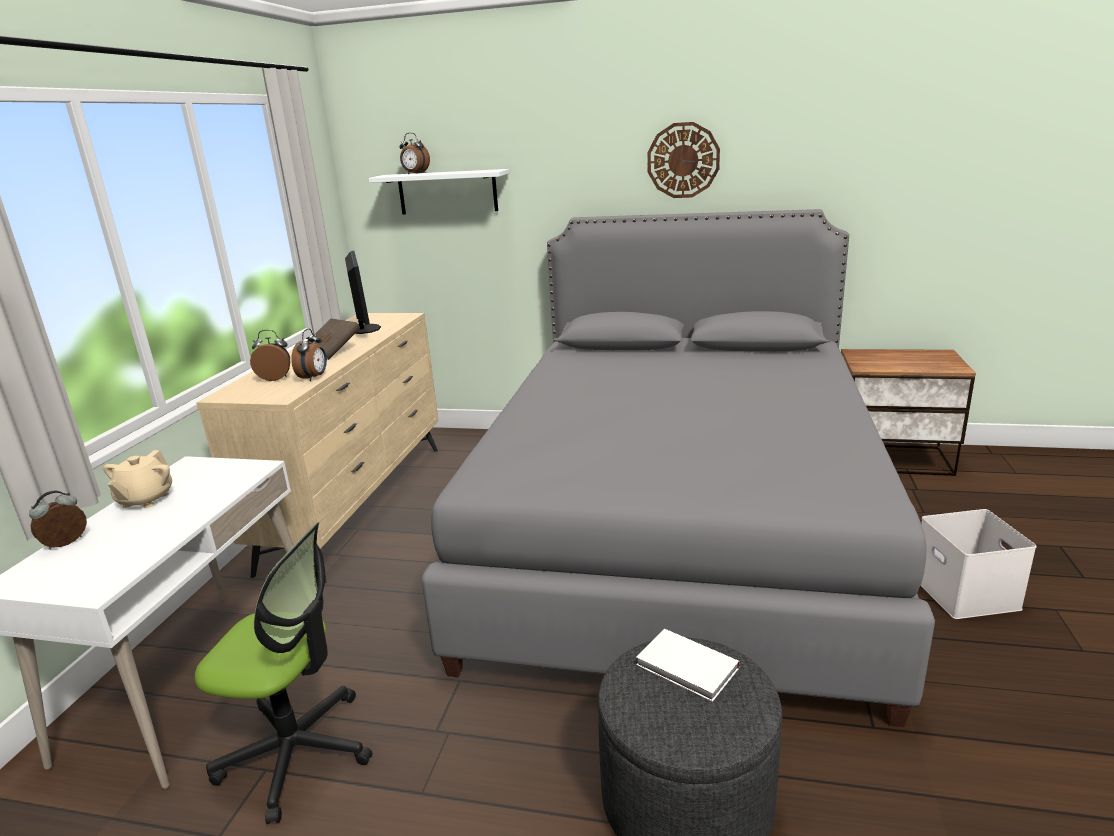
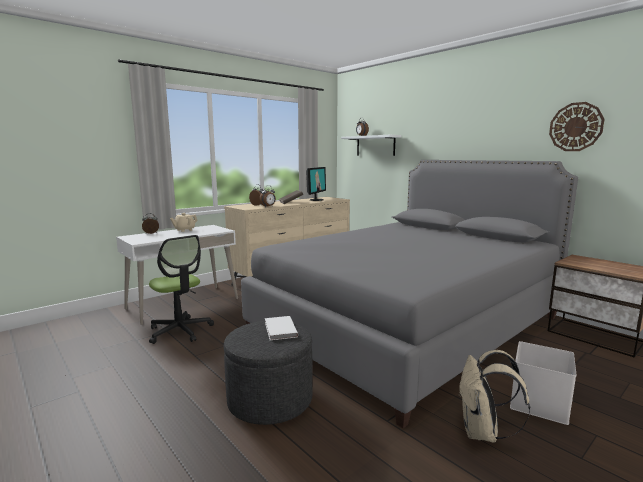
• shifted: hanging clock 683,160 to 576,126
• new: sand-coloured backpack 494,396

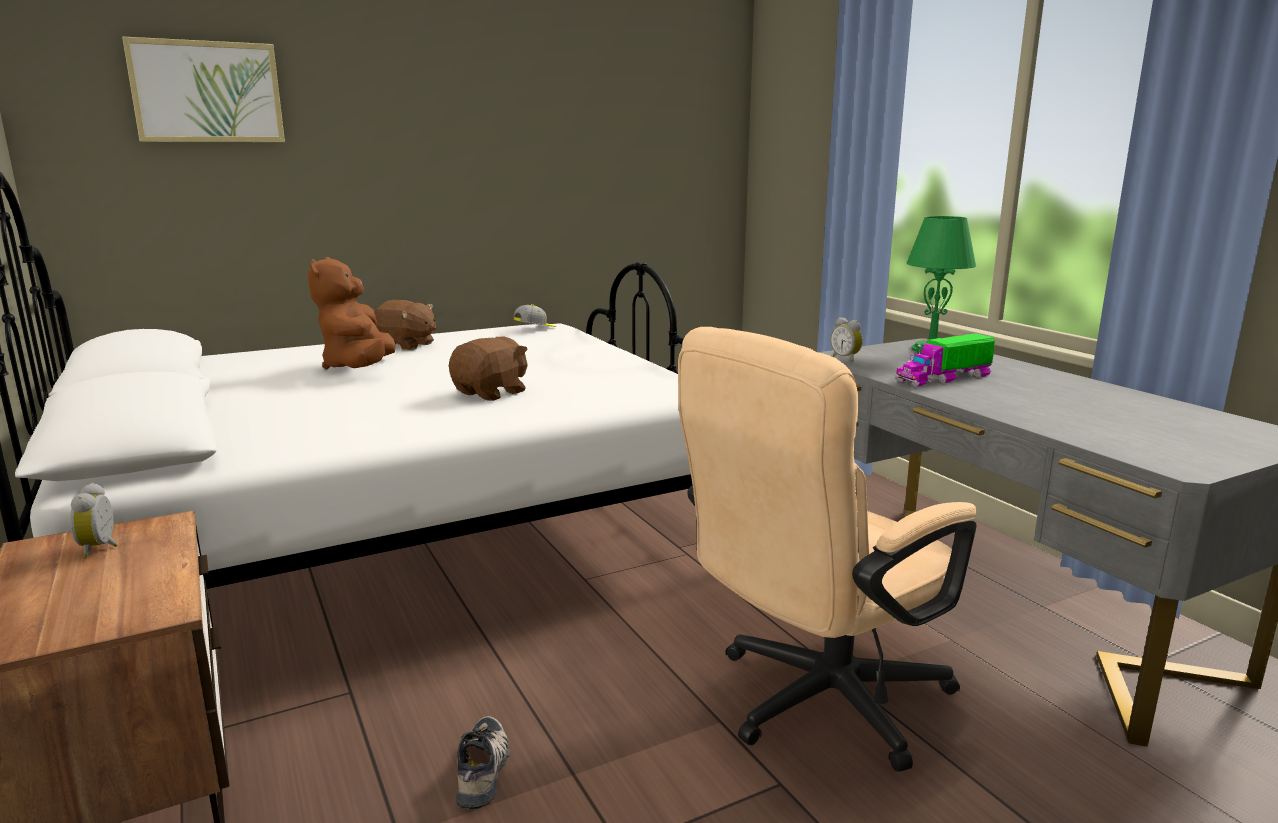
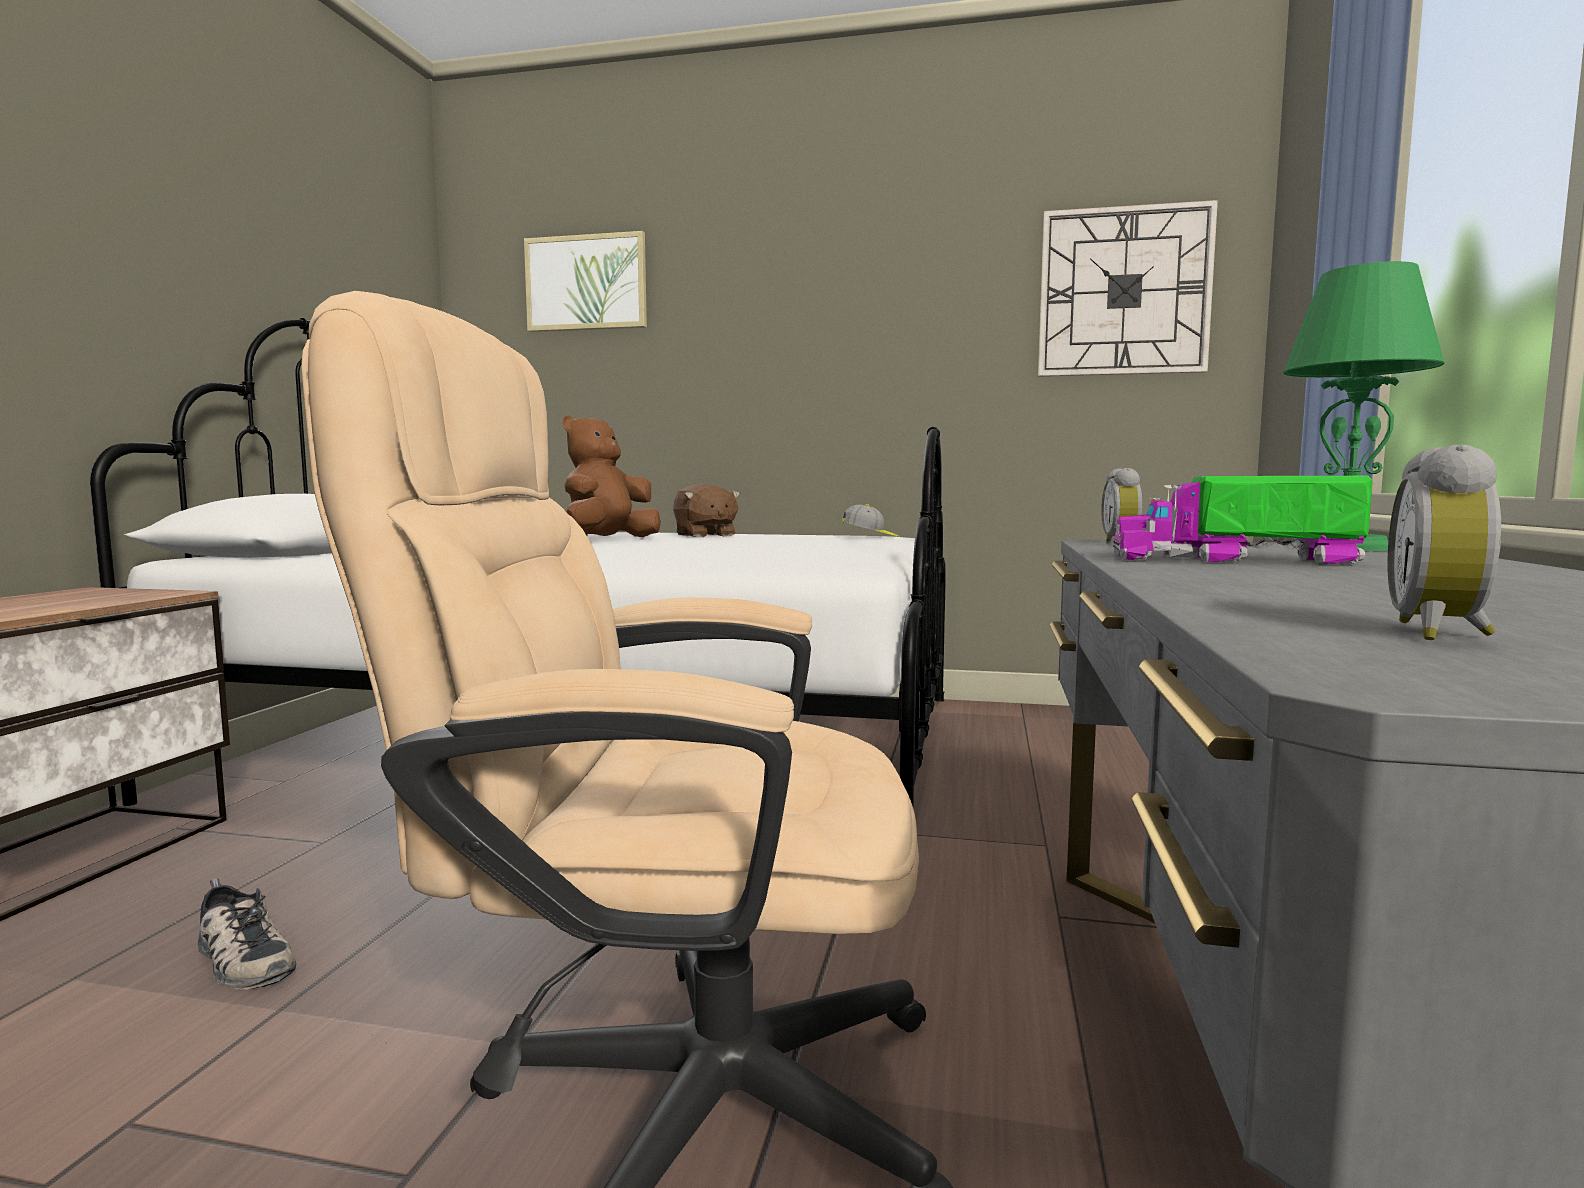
• gone: brownish soft toy 488,368
• shifted: bedside clock 94,520 to 1444,542
• rotated: item of footwear 483,763 = 247,934 90 degrees clockwise
• new: hanging clock 1128,288

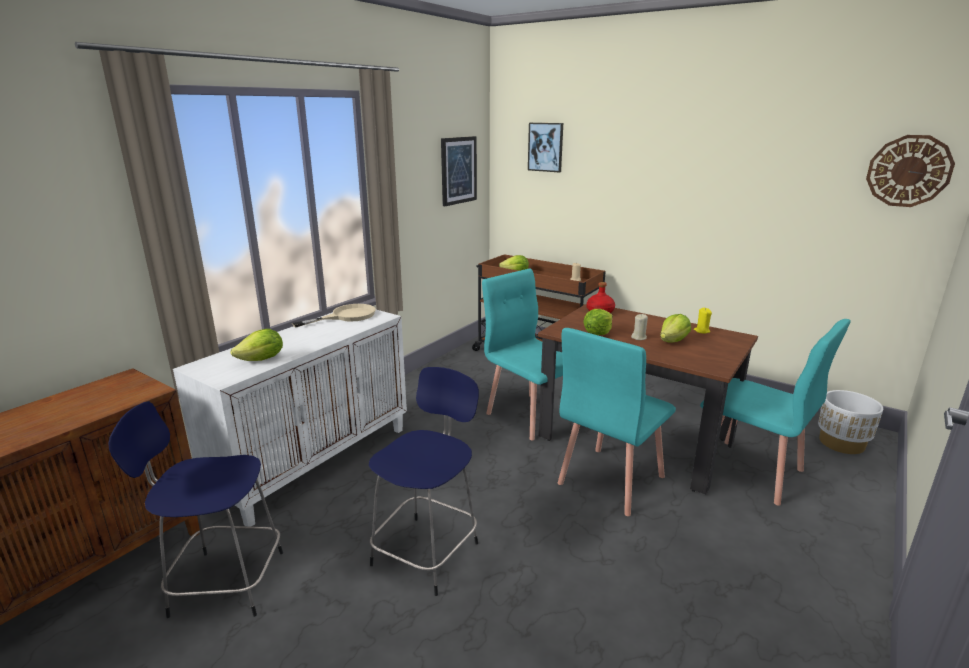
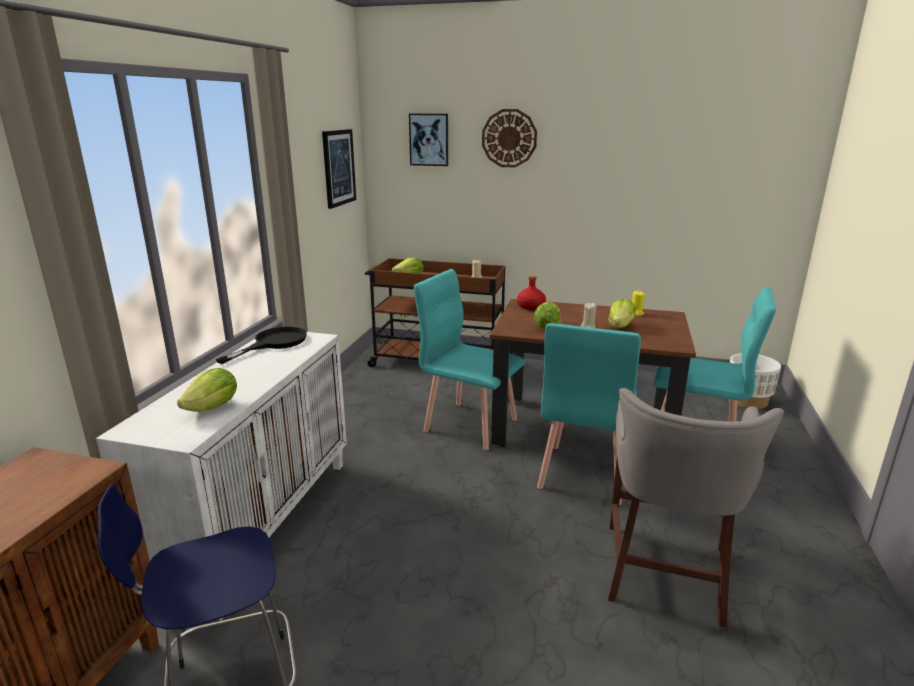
• shifted: hanging clock 910,171 to 509,138
• repainted: sand-coloured frying pan 334,316 to blackish frying pan 261,345
• gone: bluish sitting stool 424,481
• new: greyish sitting stool 696,507

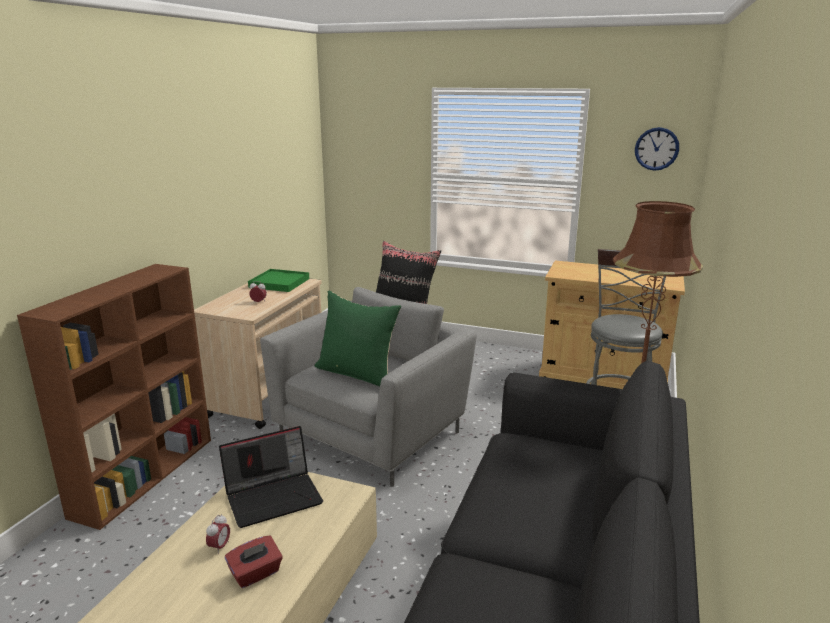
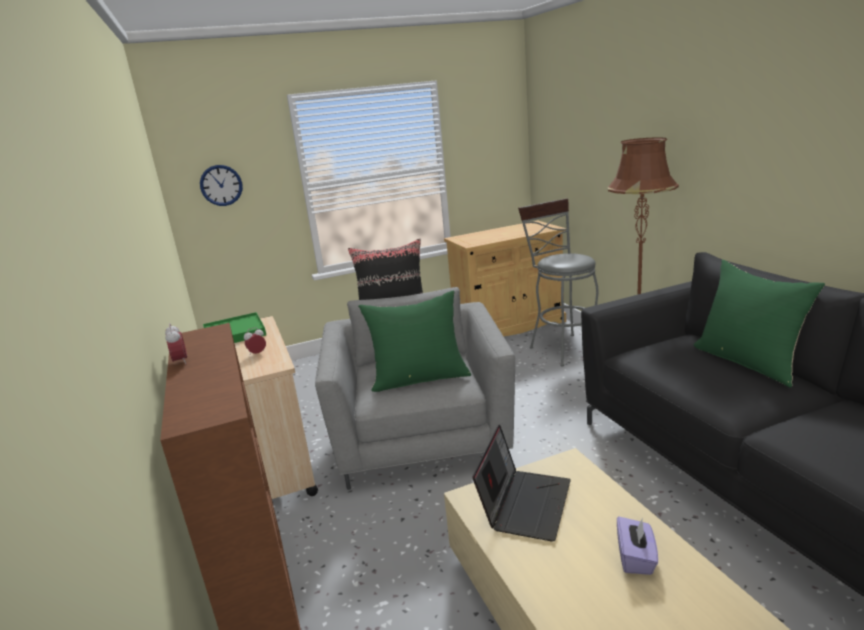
• shifted: hanging clock 657,149 to 221,185
• shifted: bedside clock 218,534 to 176,344
• repainted: red tissue box 254,562 to purple-coloured tissue box 637,545
• new: green pillow 759,323

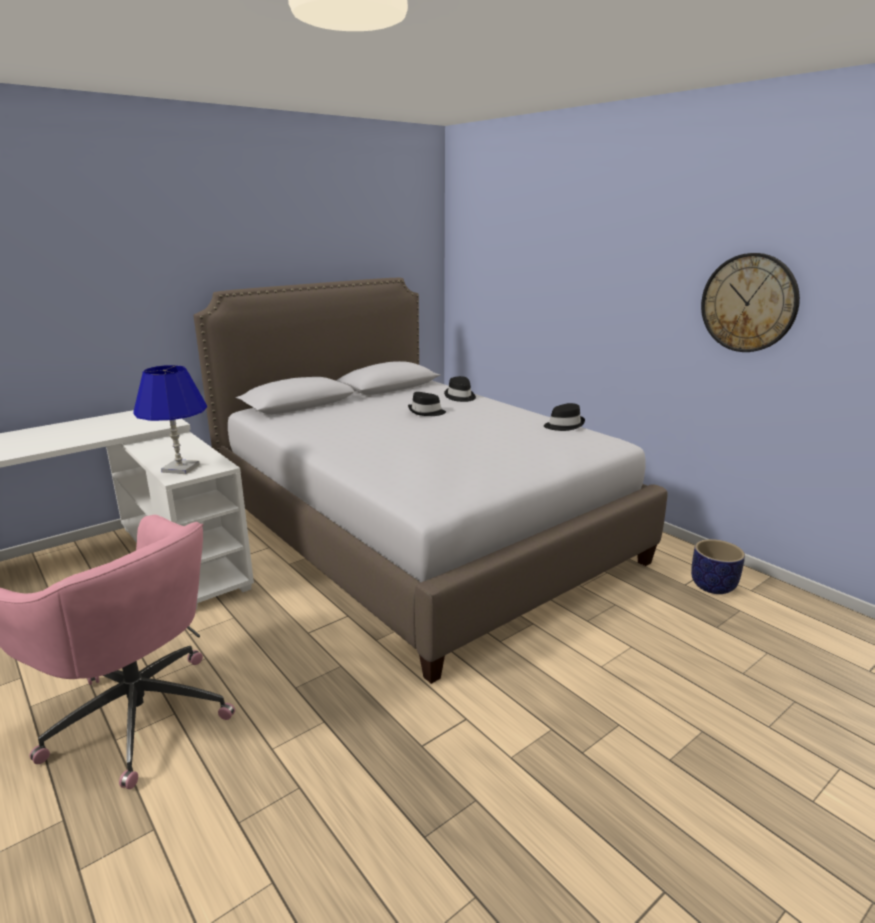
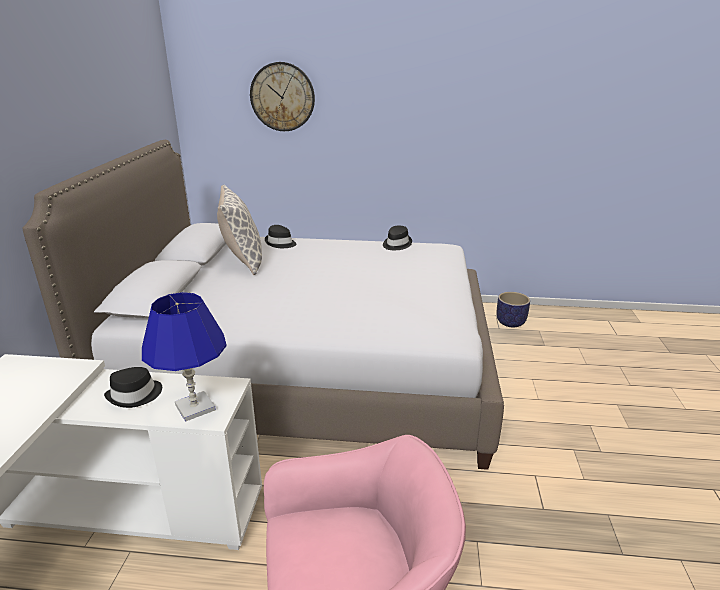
• shifted: hanging clock 750,302 to 282,96
• shifted: blackish hat 427,404 to 133,387
• new: pillow 239,230

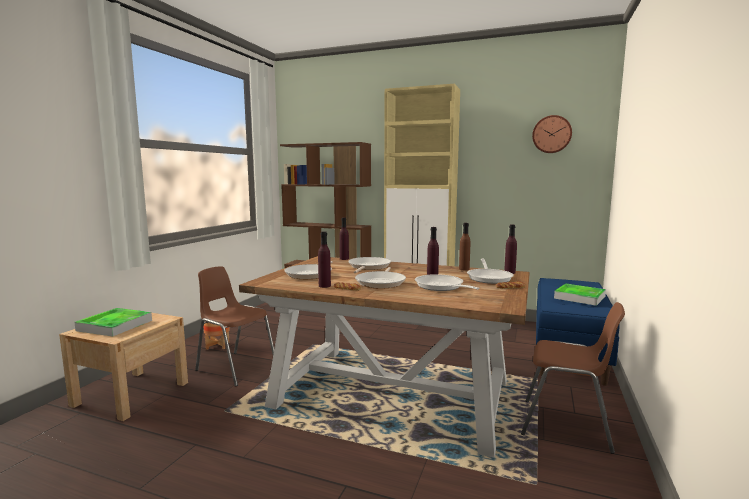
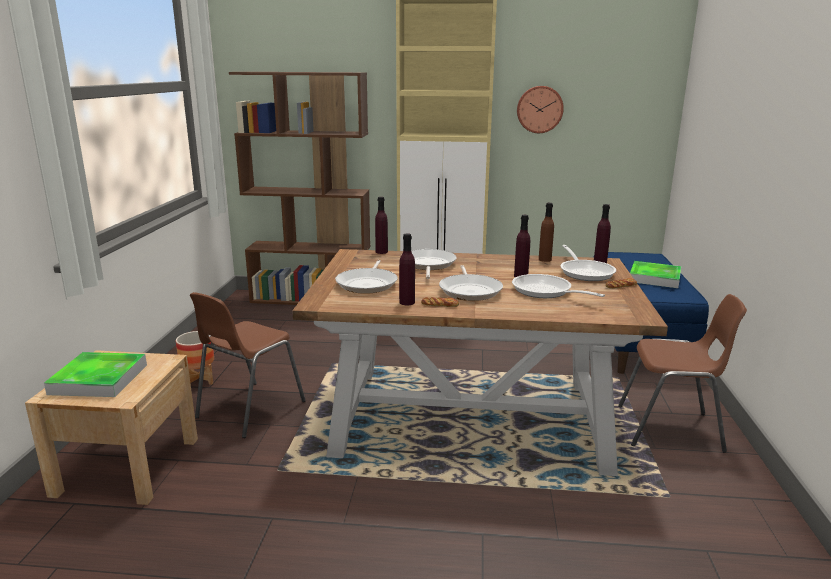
• shifted: hanging clock 552,134 to 540,109
• rotated: brownish upright chair 234,327 = 248,365 75 degrees counterclockwise

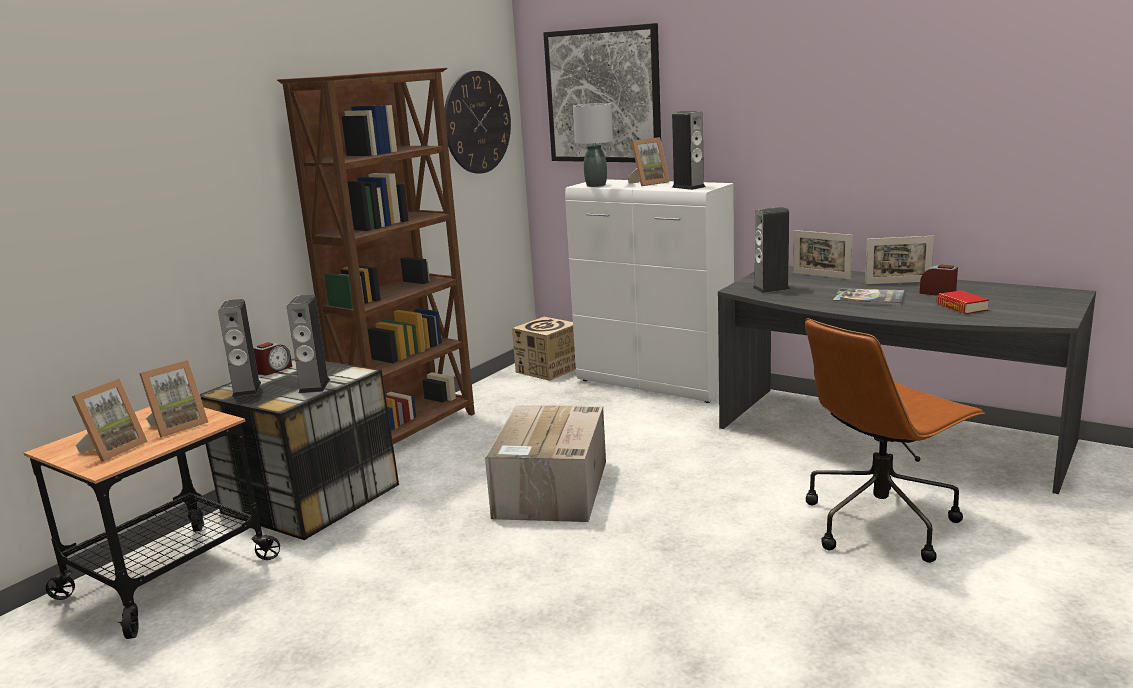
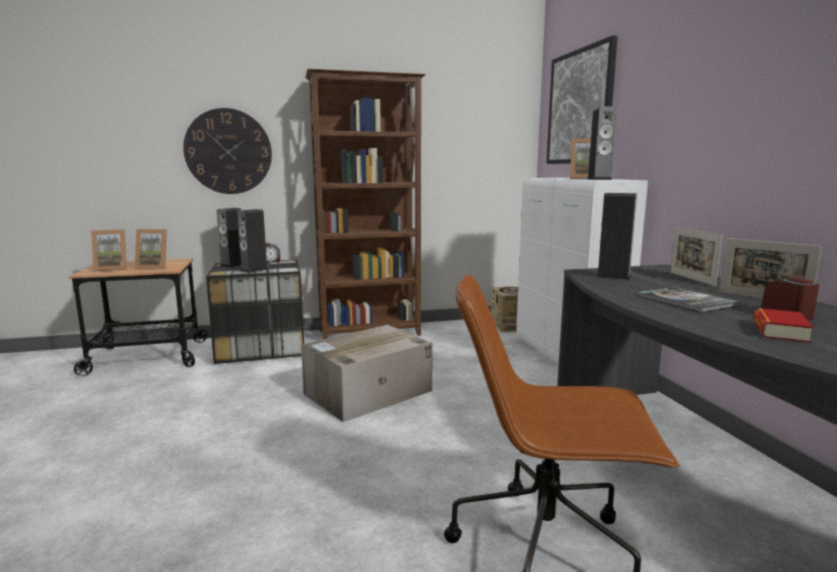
• shifted: hanging clock 477,122 to 227,151
• gone: greyish table lamp 593,145

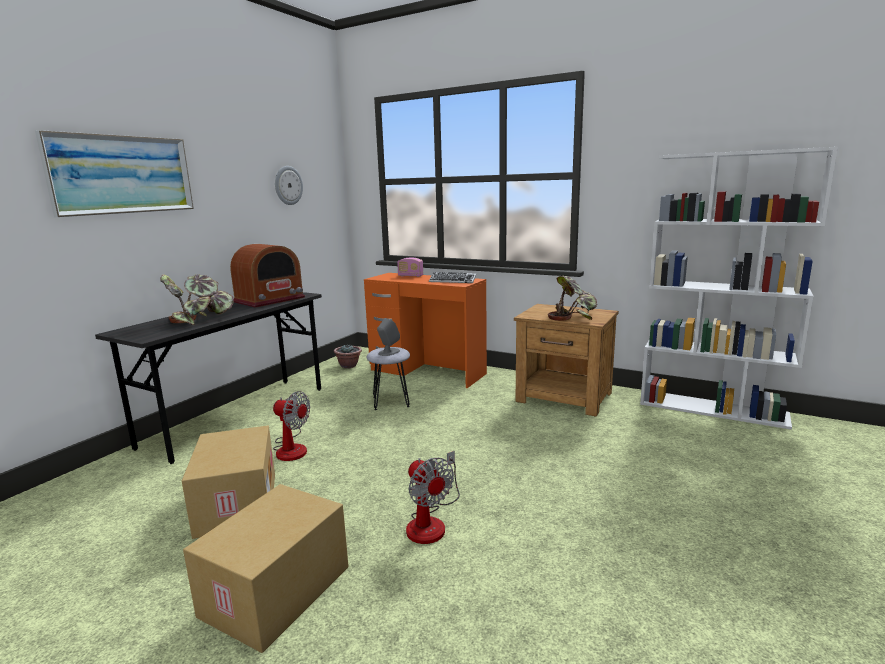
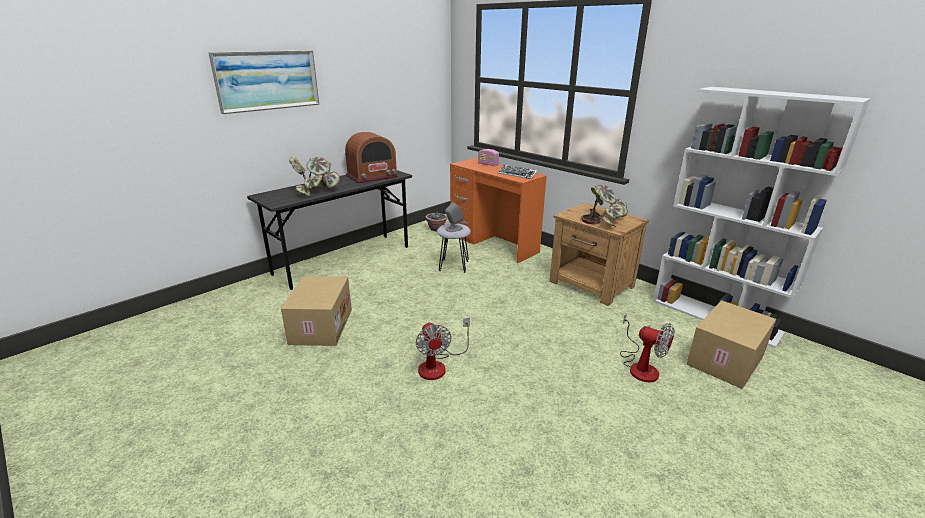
• gone: hanging clock 289,185
• shifted: cooling fan 291,426 to 647,347
• shifted: packing box 266,568 to 731,344

